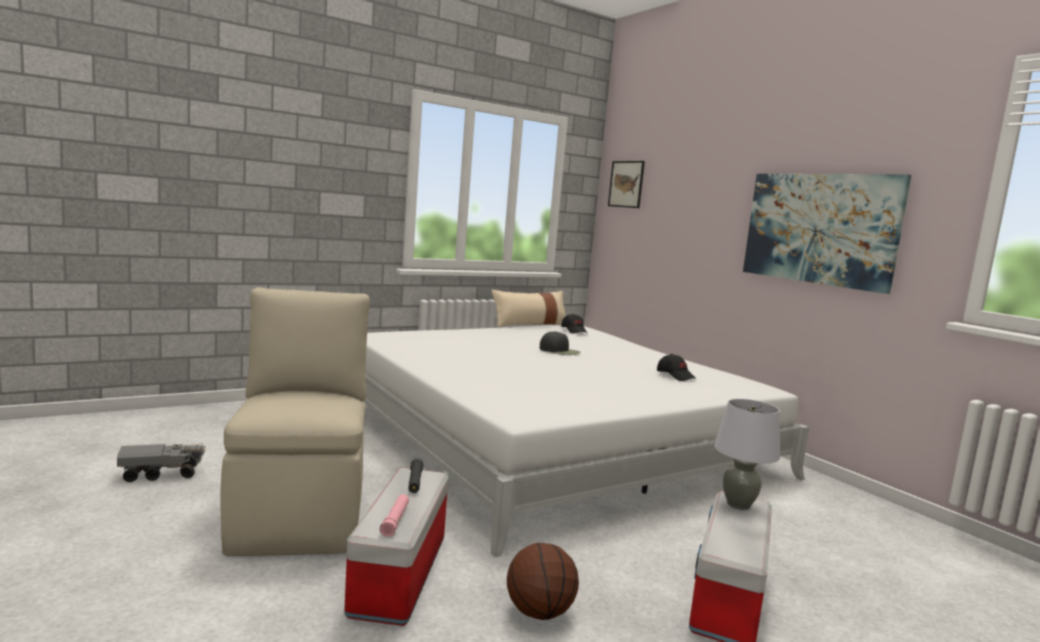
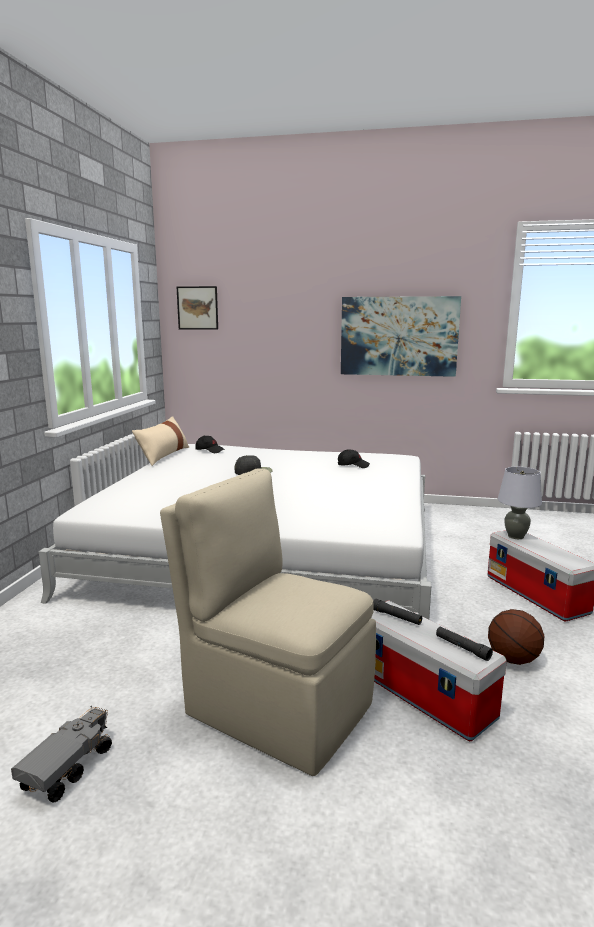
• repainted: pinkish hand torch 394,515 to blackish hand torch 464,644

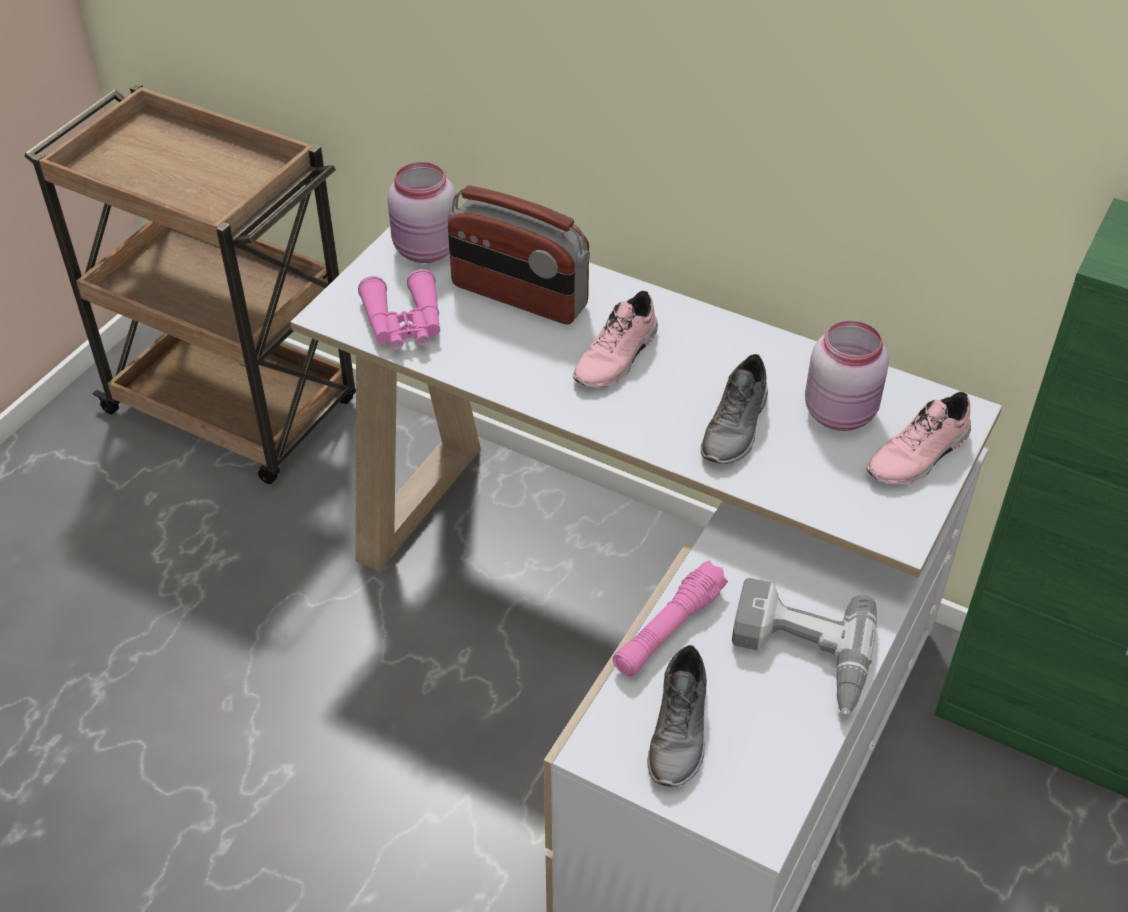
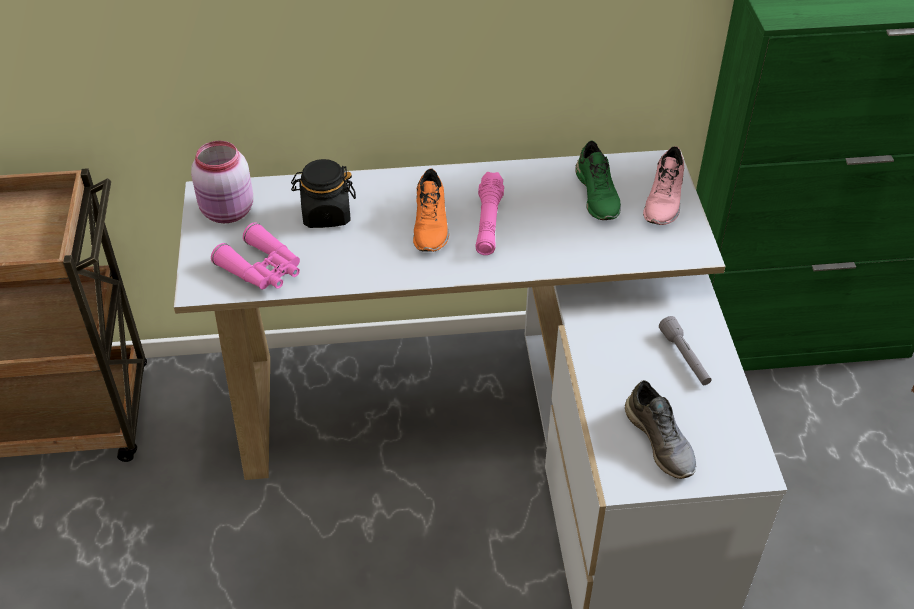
• swapped: radio receiver 519,255 to blackish preserve jar 323,193
• repainted: pinkish item of footwear 615,339 to orangey item of footwear 431,210
• swapped: pinkish preserve jar 847,375 to green item of footwear 598,180
• gone: greyish item of footwear 734,409
• shifted: pinkish hand torch 670,618 to 489,213
• swapped: drill 804,646 to greyish hand torch 685,350

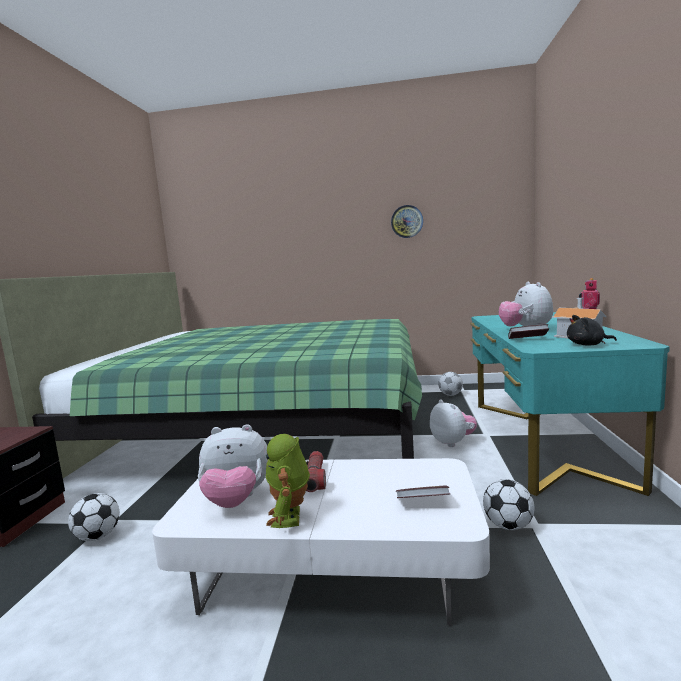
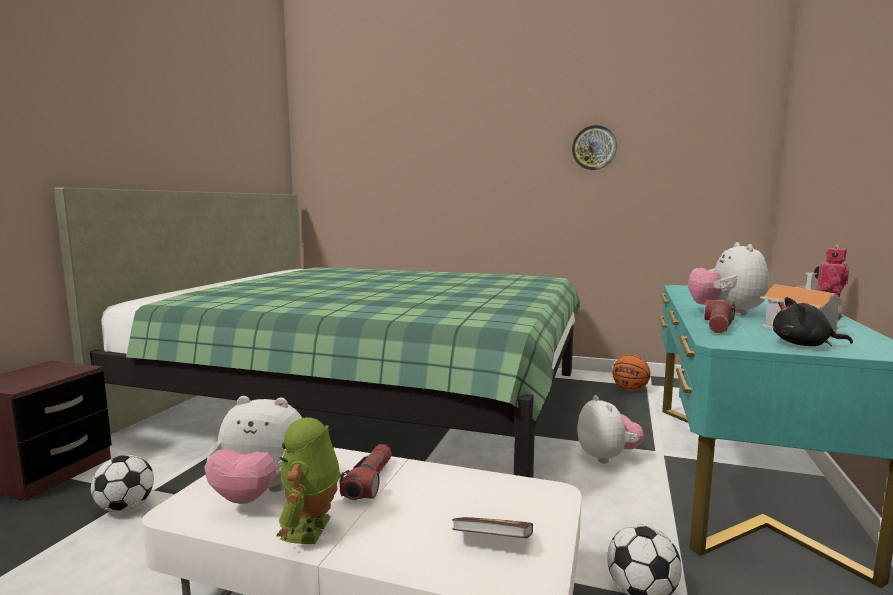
• swapped: book 528,331 to hand torch 720,316
• swapped: football ball 450,384 to ball for basketball 631,373

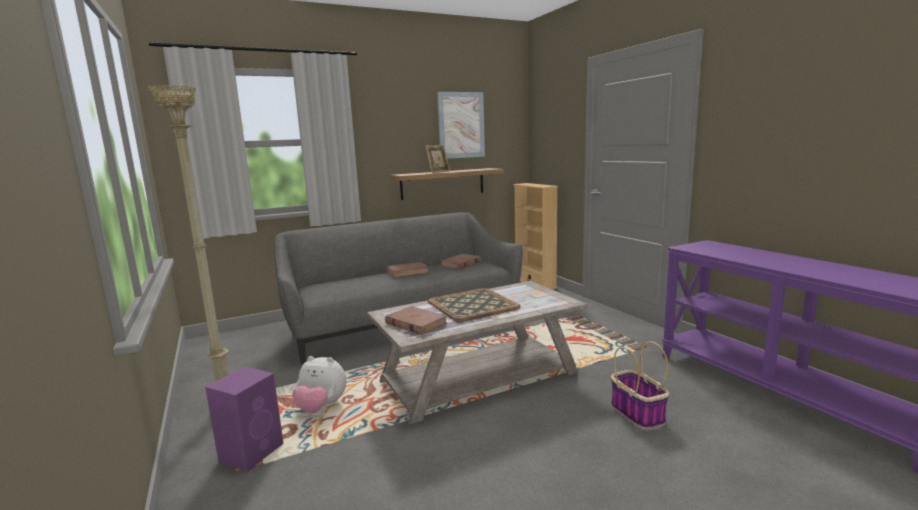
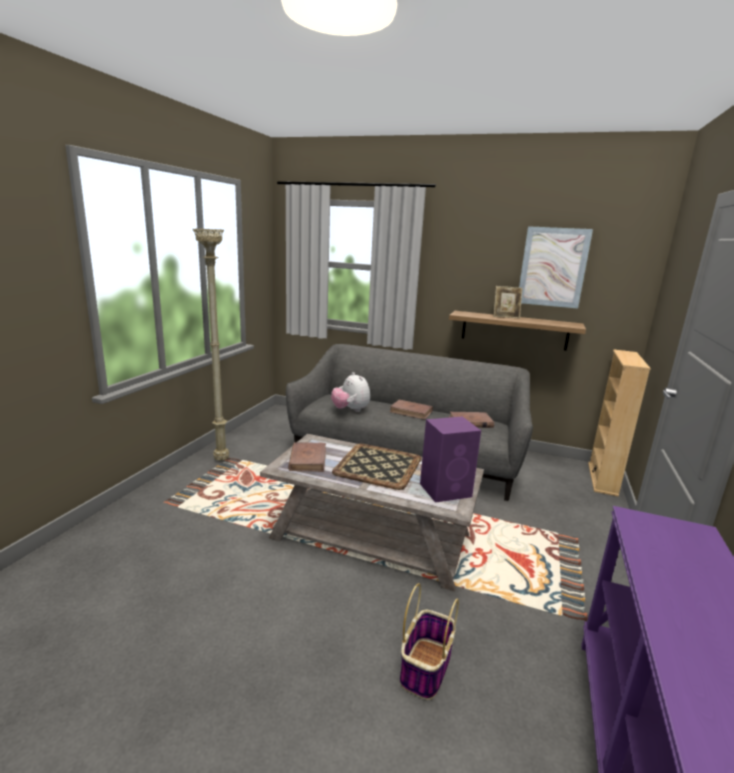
• shifted: soft toy 319,384 to 350,392
• shifted: purple-coloured loudspeaker 244,419 to 450,459

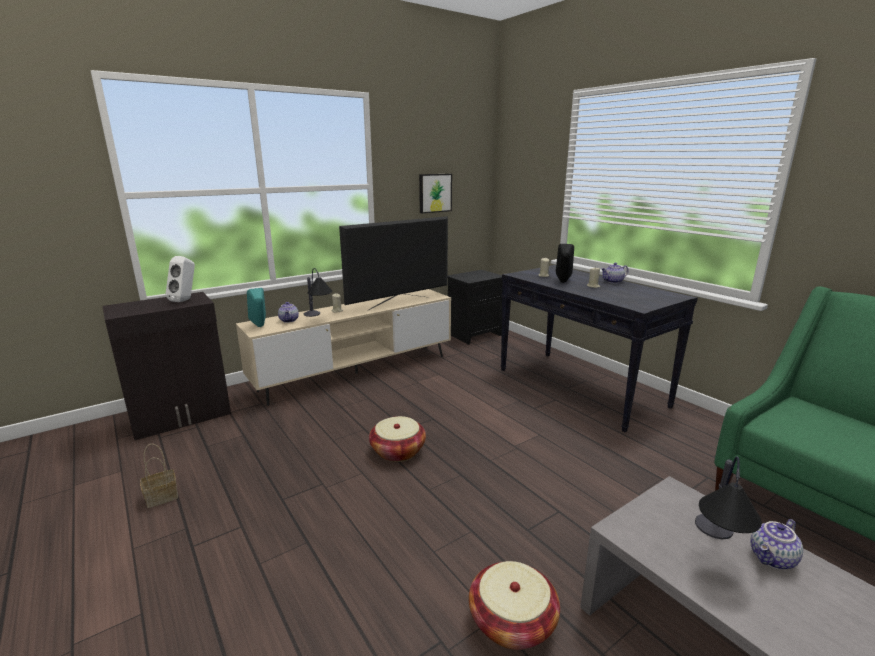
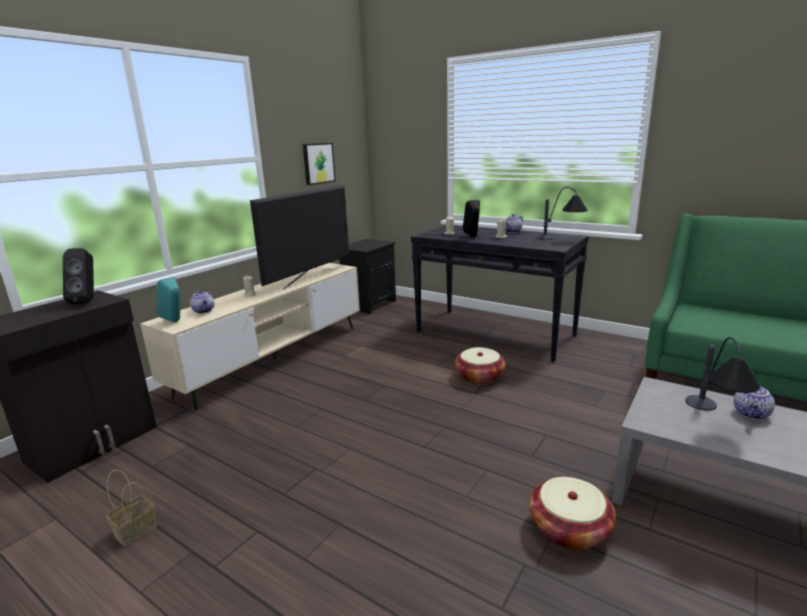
• repainted: white loudspeaker 180,279 to blackish loudspeaker 78,276
• shifted: table lamp 318,292 to 562,213
• shifted: basket 397,439 to 480,366

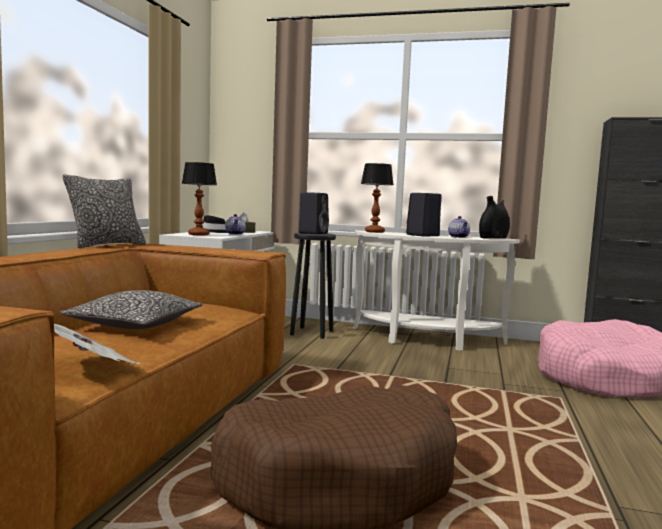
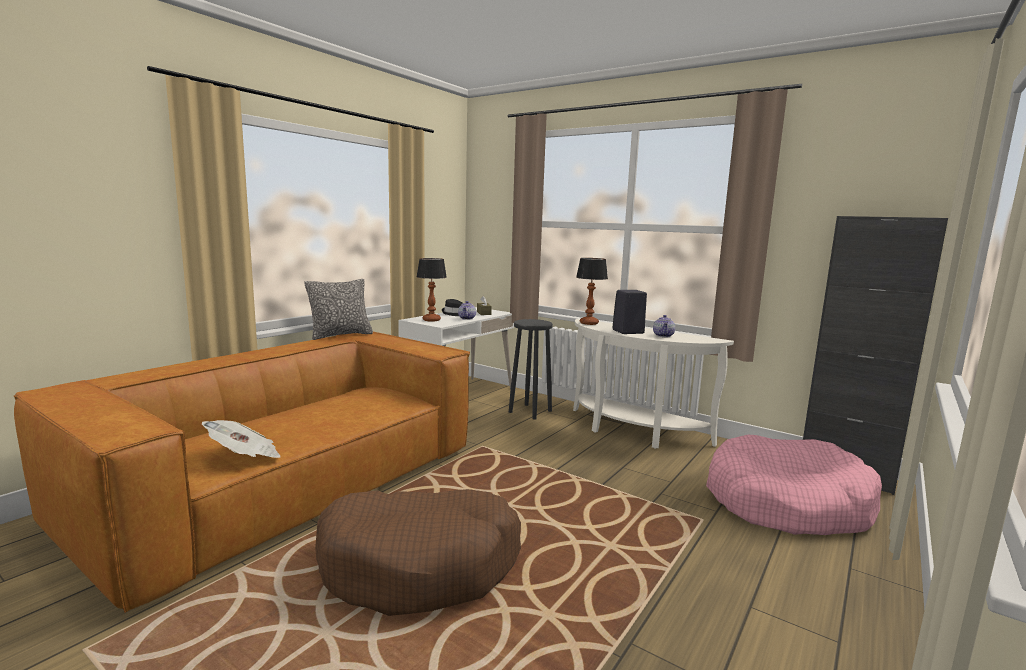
• gone: blackish loudspeaker 314,213
• gone: blackish decorative vase 494,217
• gone: pillow 131,309

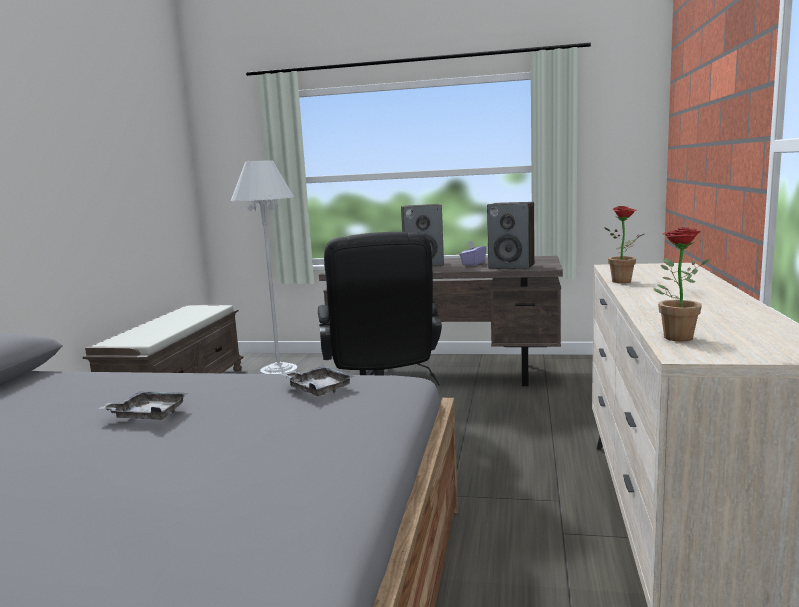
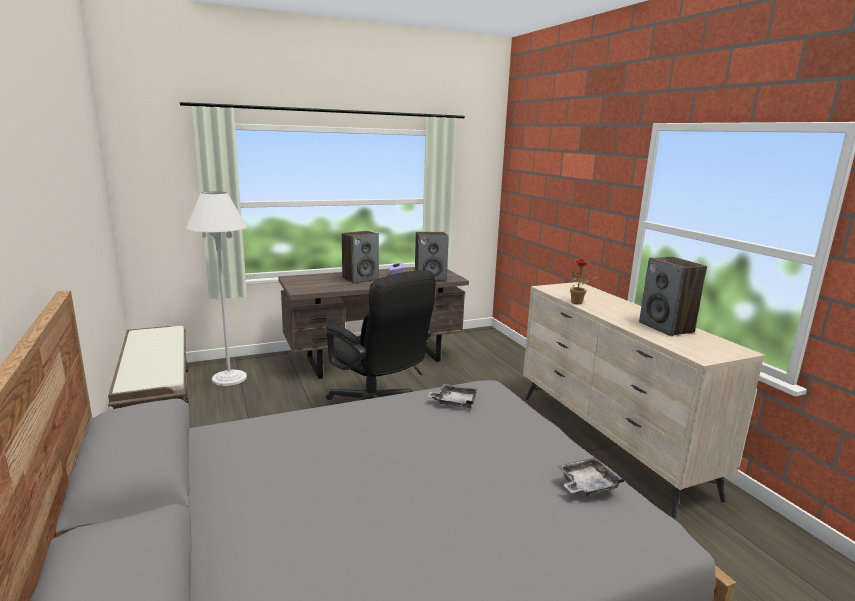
• gone: potted plant 682,284
• shifted: greyish tray 143,405 to 591,477
• new: loudspeaker 673,296

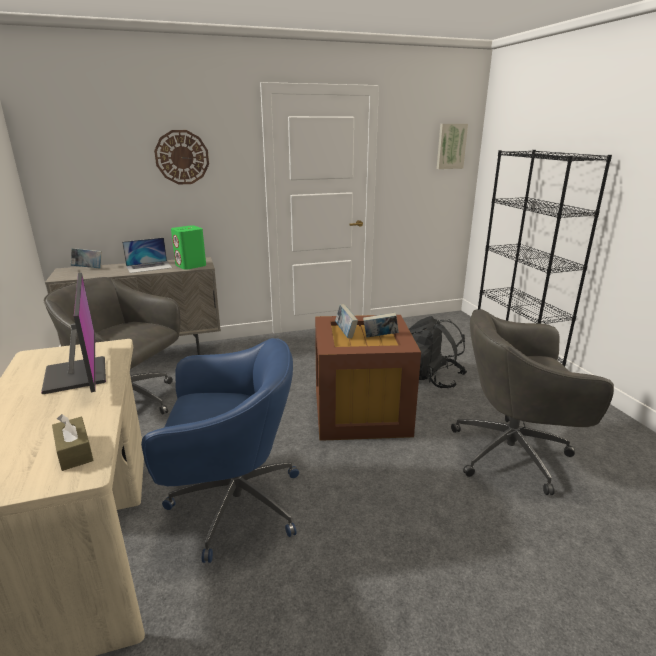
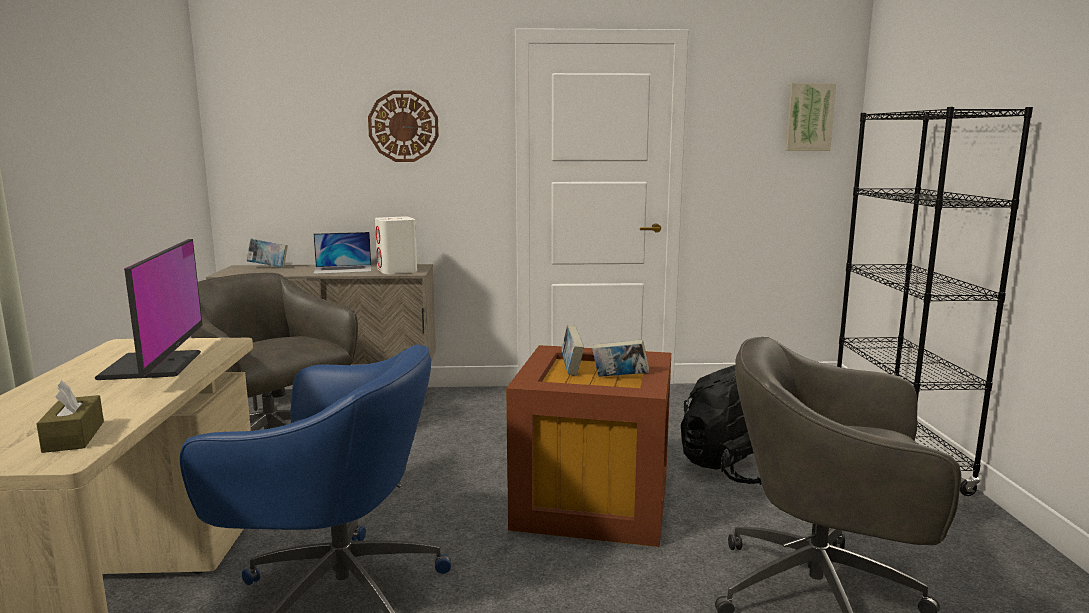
• repainted: green loudspeaker 188,247 to white loudspeaker 396,245

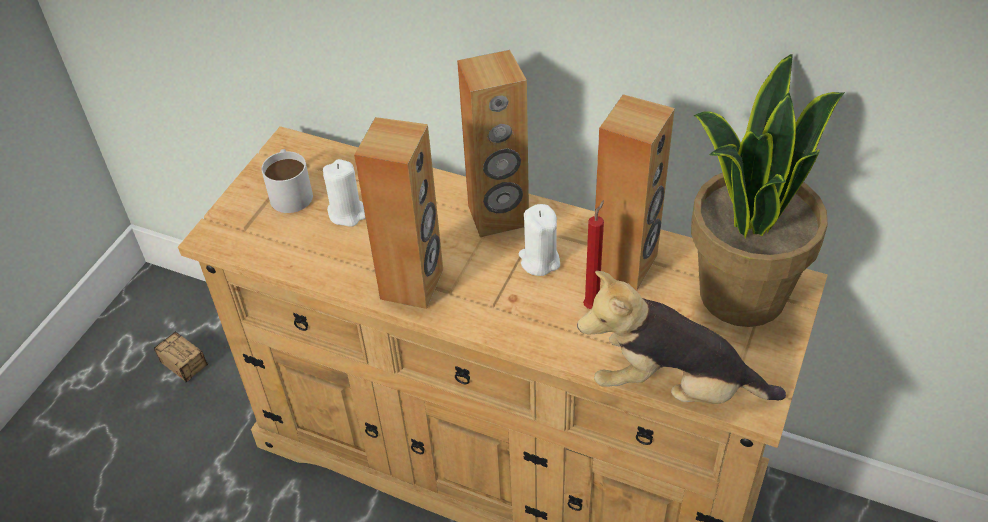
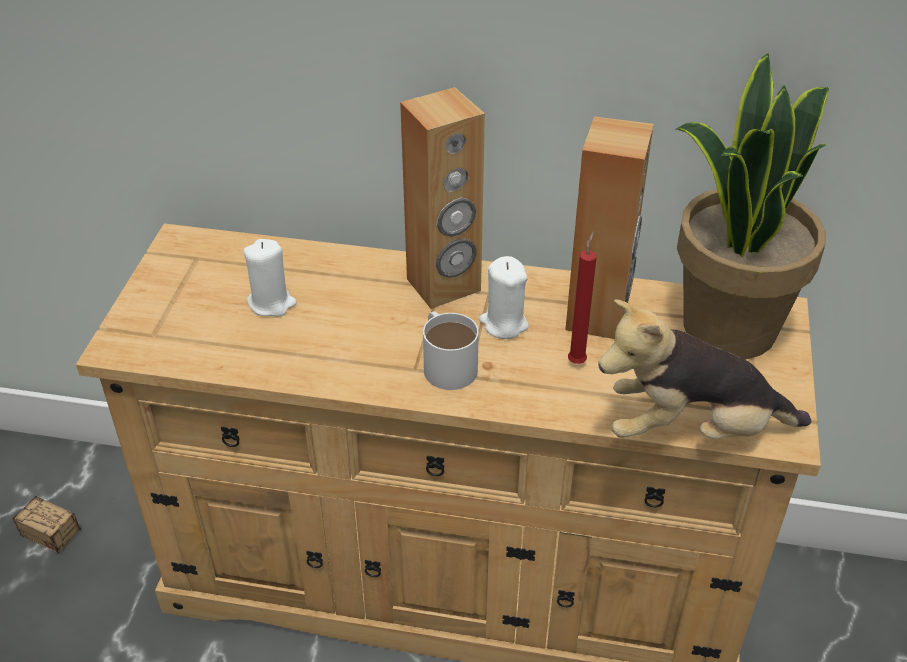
• gone: brownish loudspeaker 398,213
• shifted: white mug 287,181 to 451,350

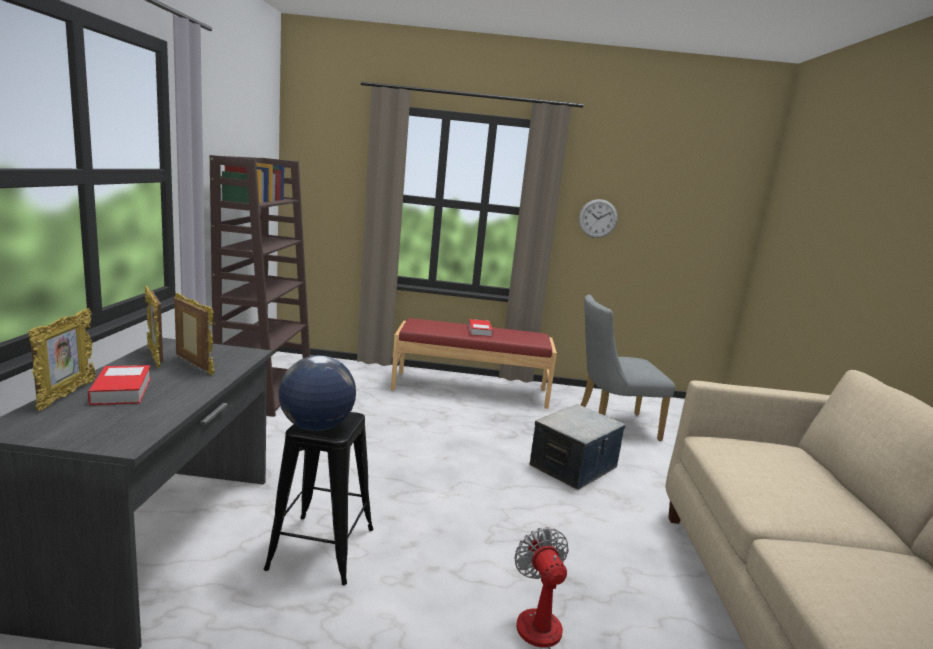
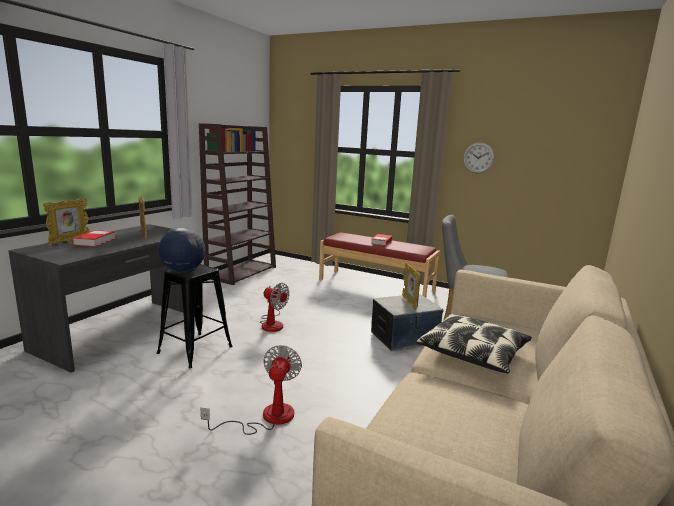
• shifted: picture frame 154,327 to 411,286
• new: cooling fan 274,307
• new: pillow 474,344

